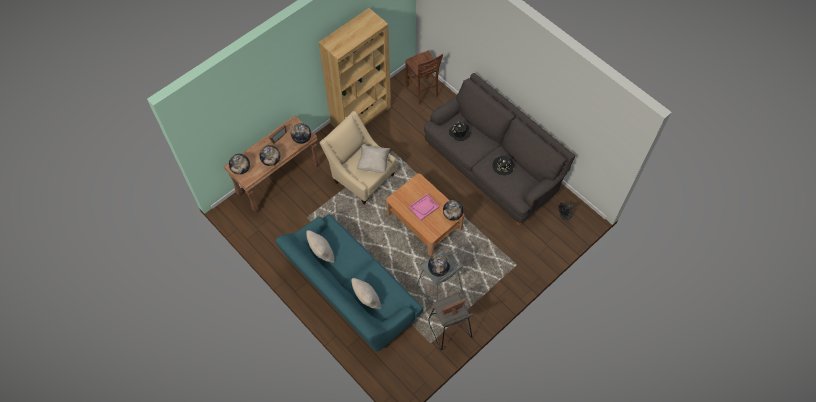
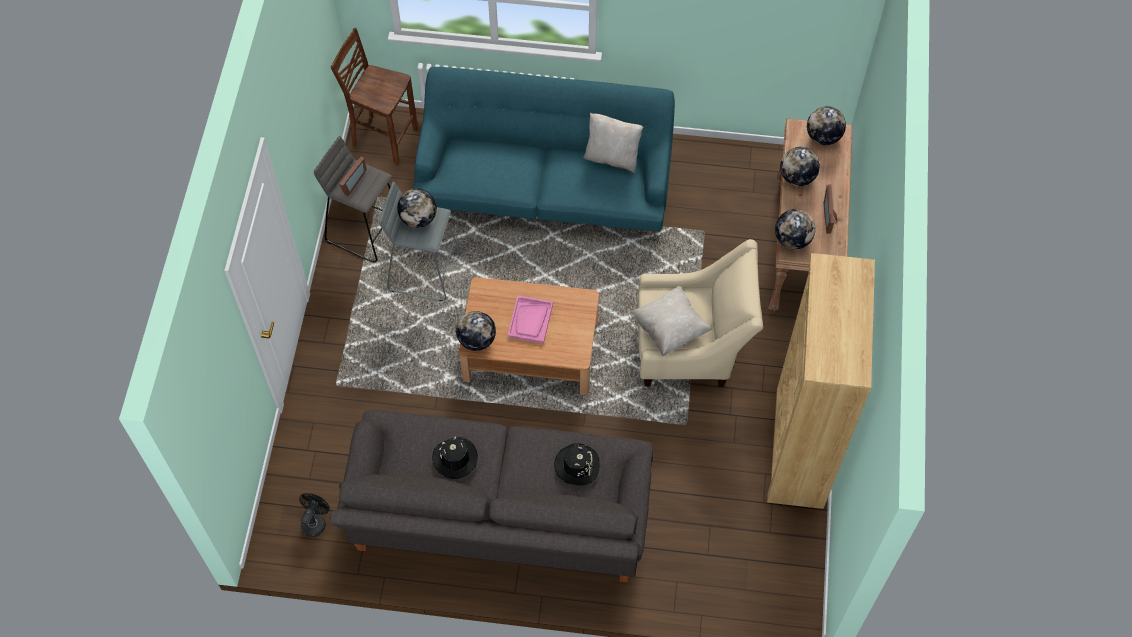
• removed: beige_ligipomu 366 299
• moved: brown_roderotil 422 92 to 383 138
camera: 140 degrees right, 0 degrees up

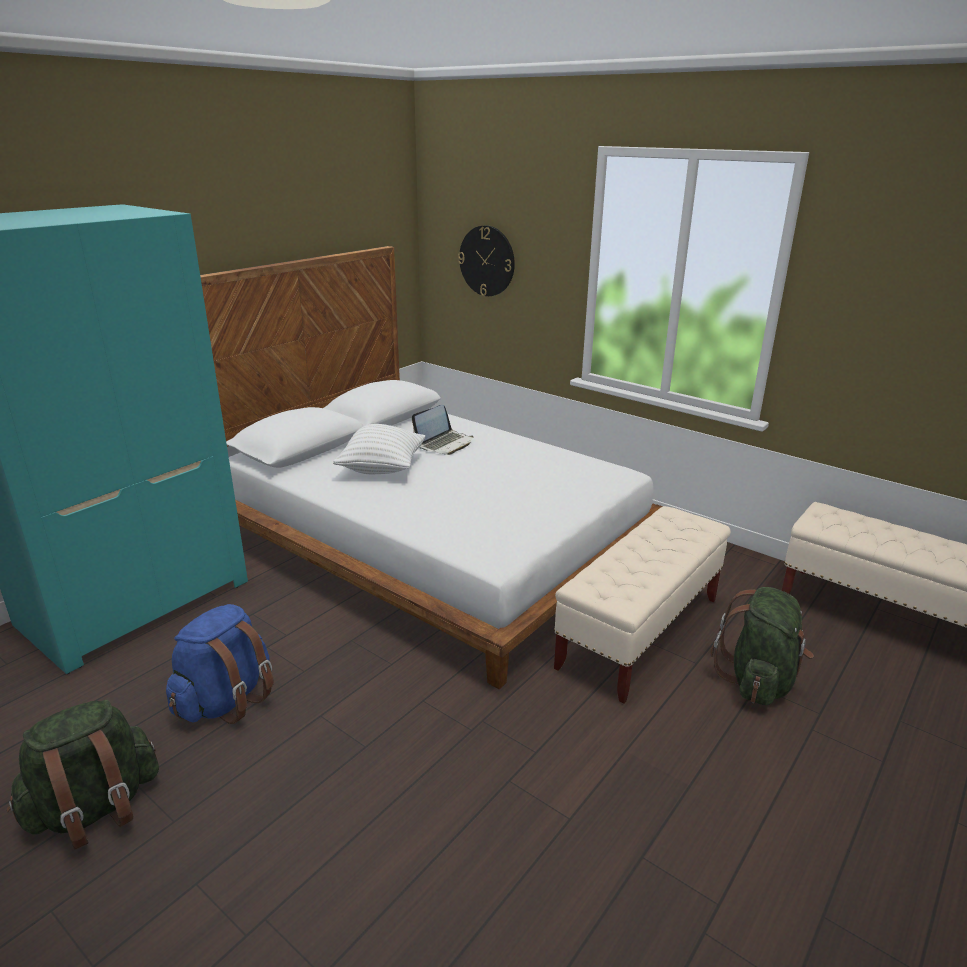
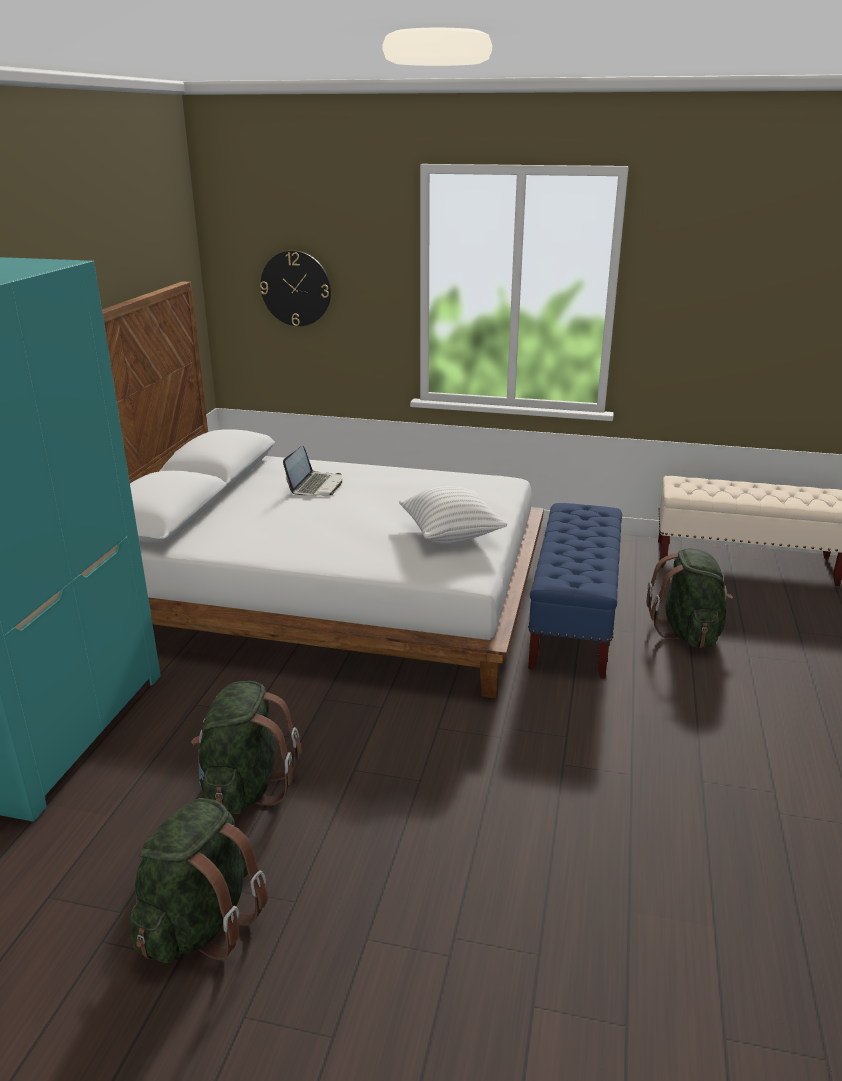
• recoloured: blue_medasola 226 700 to green_medasola 245 787
• moved: white_ligipomu 382 468 to 451 535
• recoloured: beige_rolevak 640 632 to blue_rolevak 573 621
camera: 25 degrees left, 0 degrees up

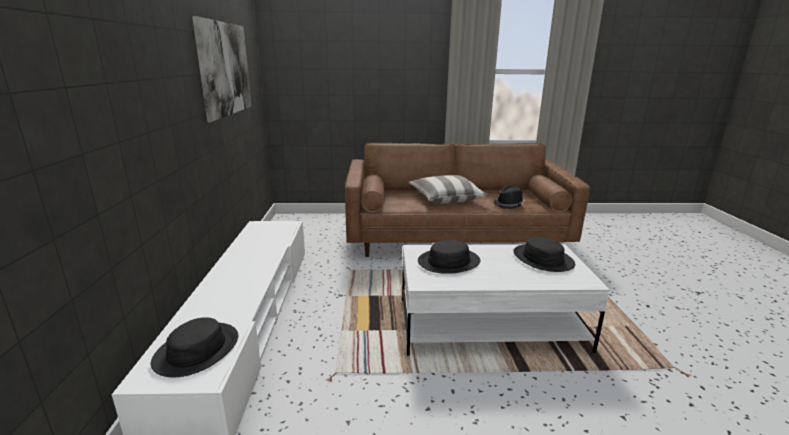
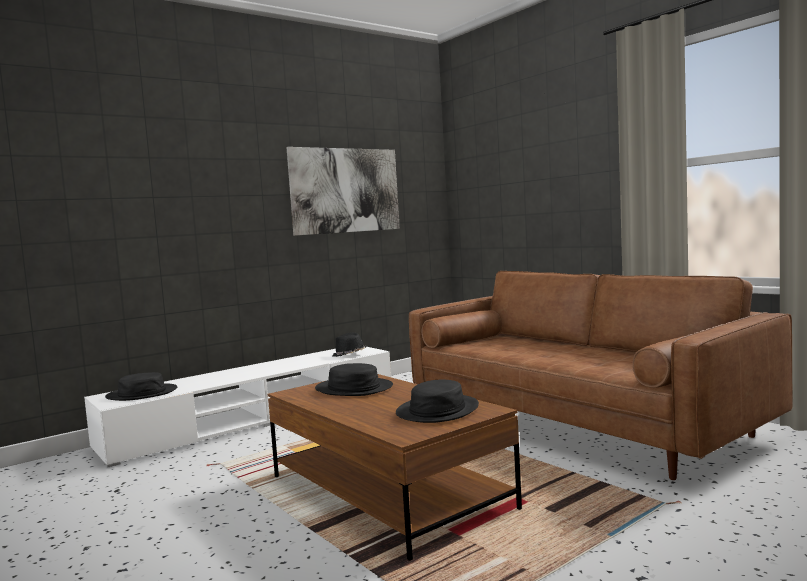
• recoloured: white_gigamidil 489 324 to brown_gigamidil 388 492
• removed: ligipomu 446 199
• moved: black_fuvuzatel 509 204 to 349 355
camera: 55 degrees right, 15 degrees down

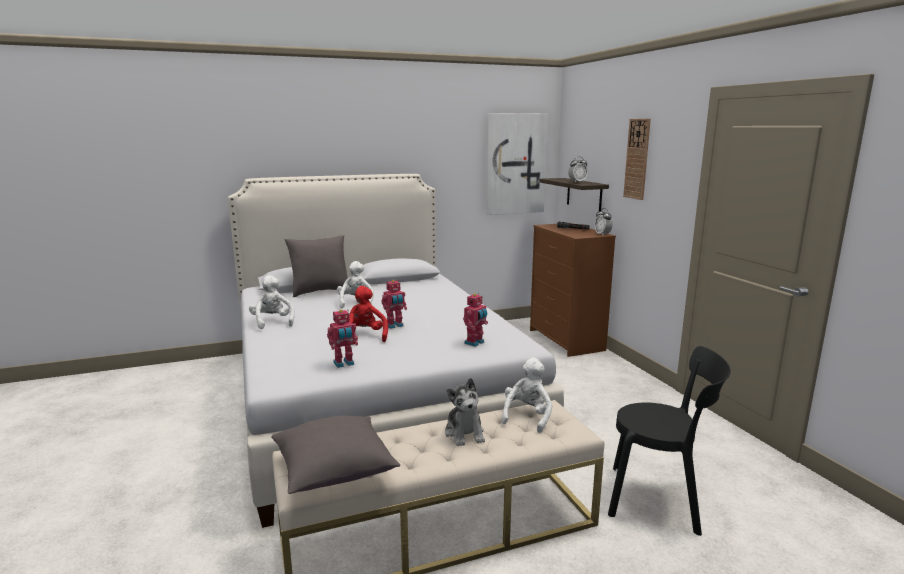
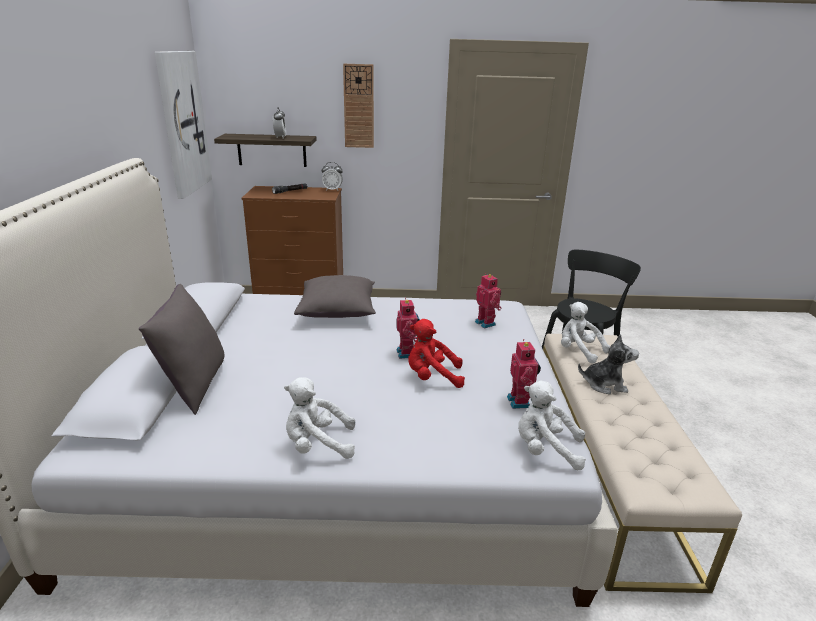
• moved: grey_ligipomu 334 471 to 338 312
• moved: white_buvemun 356 303 to 545 449
camera: 70 degrees left, 10 degrees up

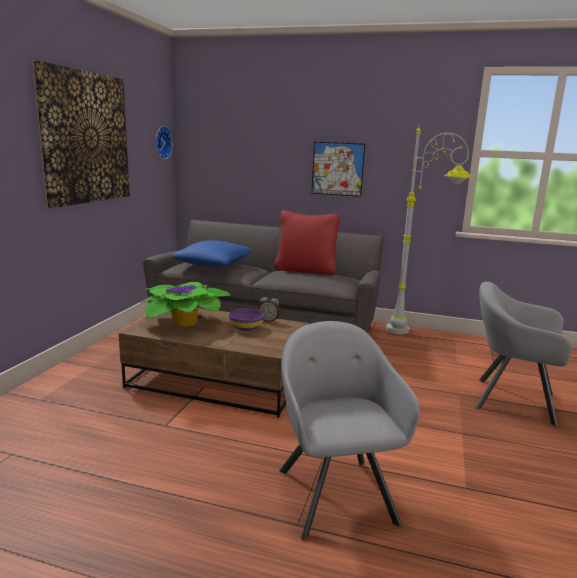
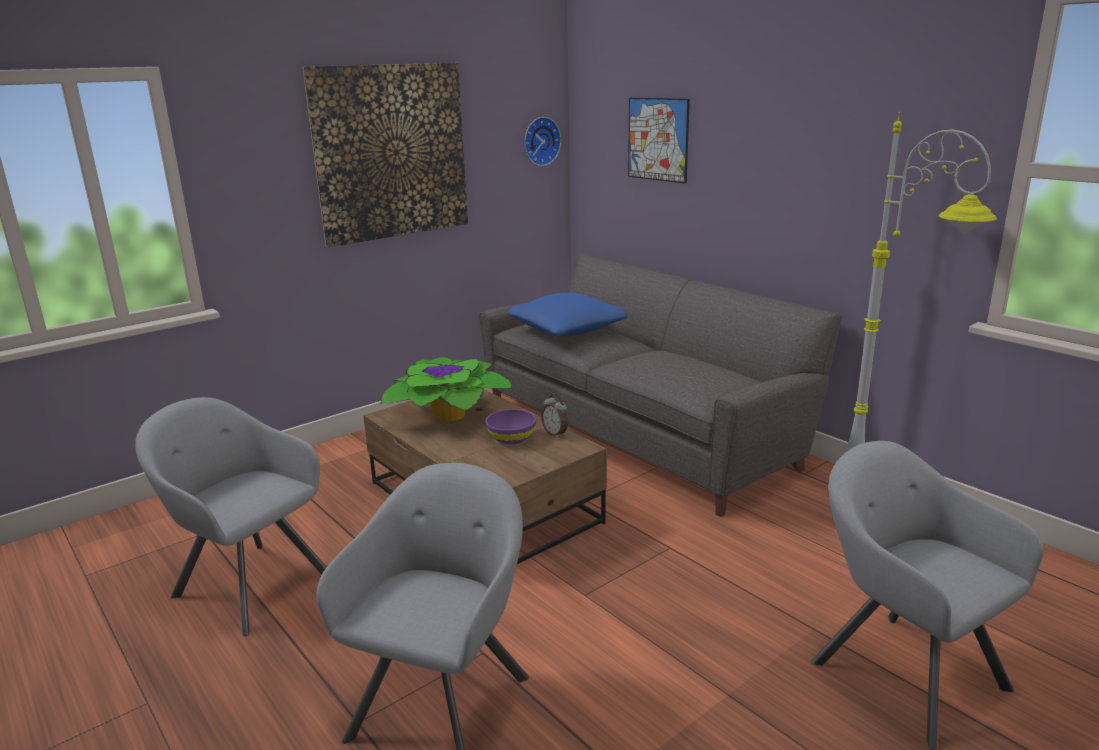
• removed: red_ligipomu 306 270
• moved: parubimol 337 169 to 658 139
• added: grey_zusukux 248 583
camera: 35 degrees right, 5 degrees up

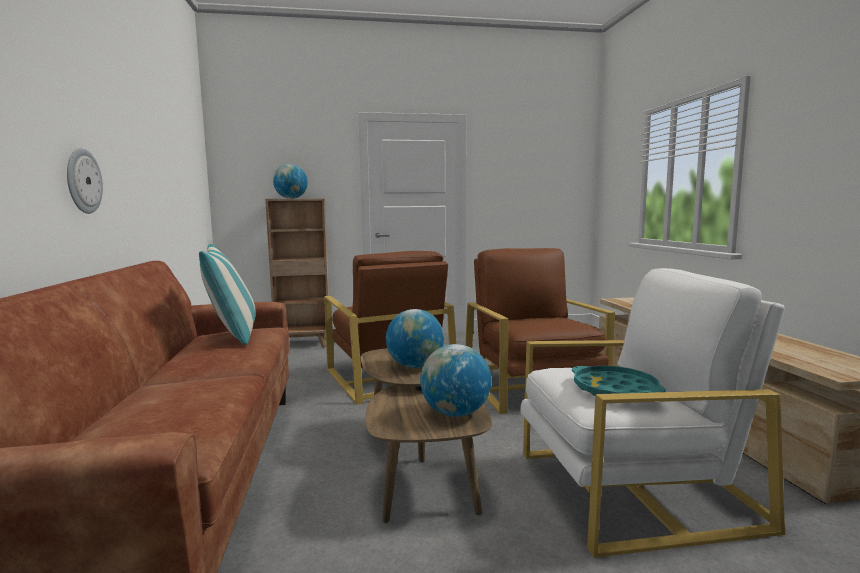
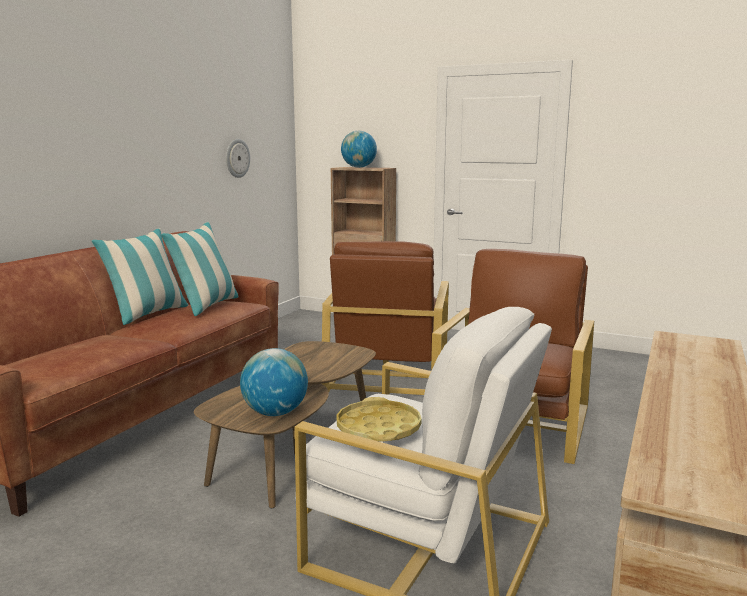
• moved: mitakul 83 181 to 237 158
• removed: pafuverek 415 366
• recoloured: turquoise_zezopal 615 390 to yellow_zezopal 378 428
• added: ligipomu 147 314
camera: 35 degrees right, 5 degrees up

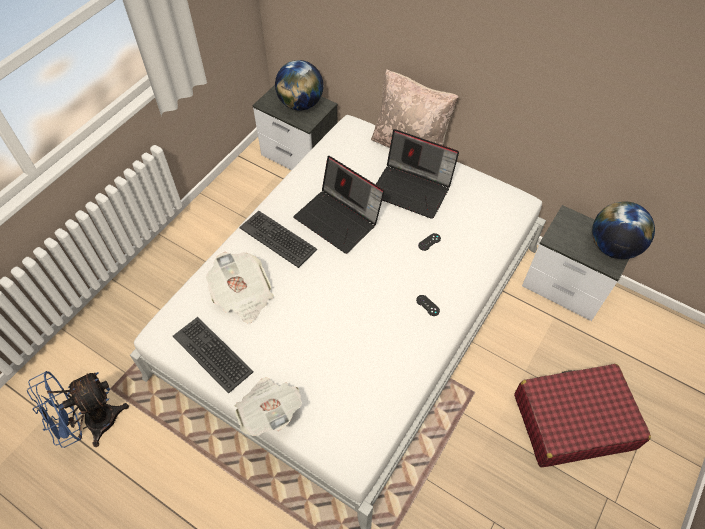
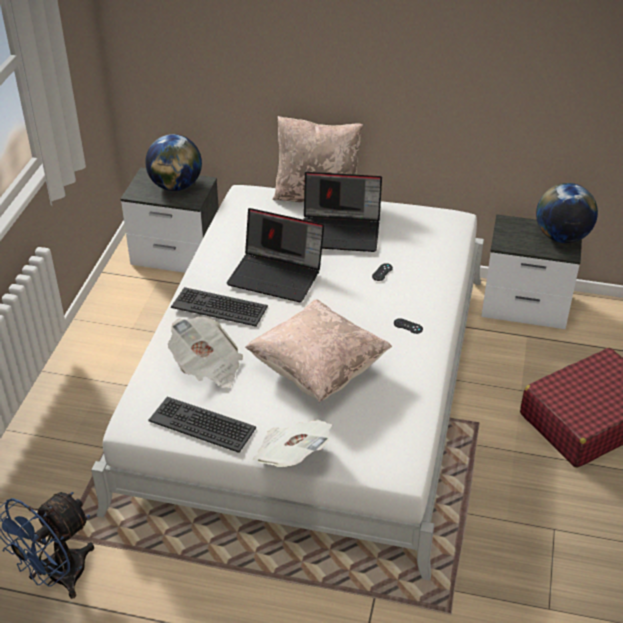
• added: beige_ligipomu 318 369
camera: 20 degrees left, 15 degrees down

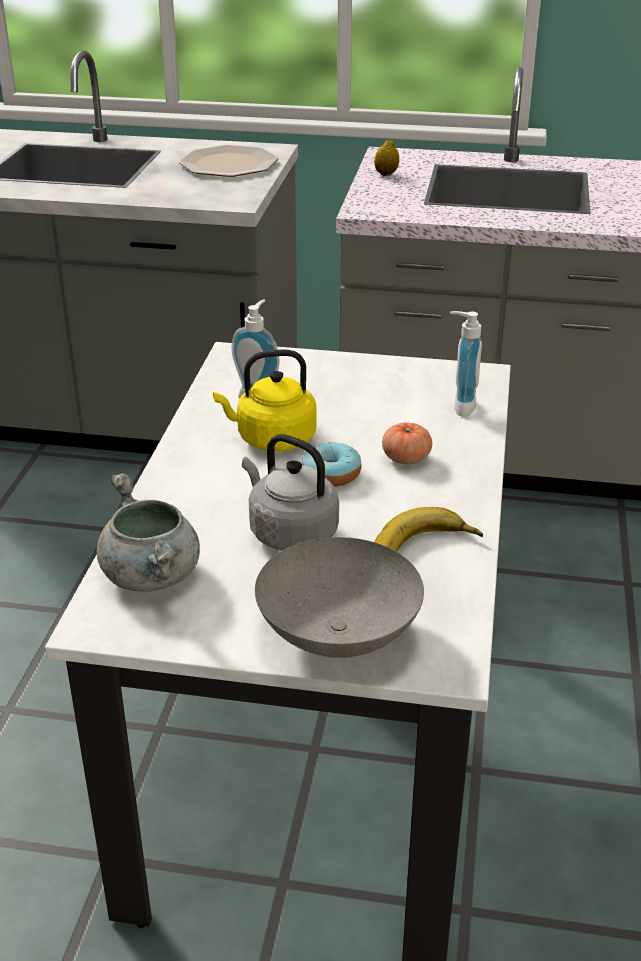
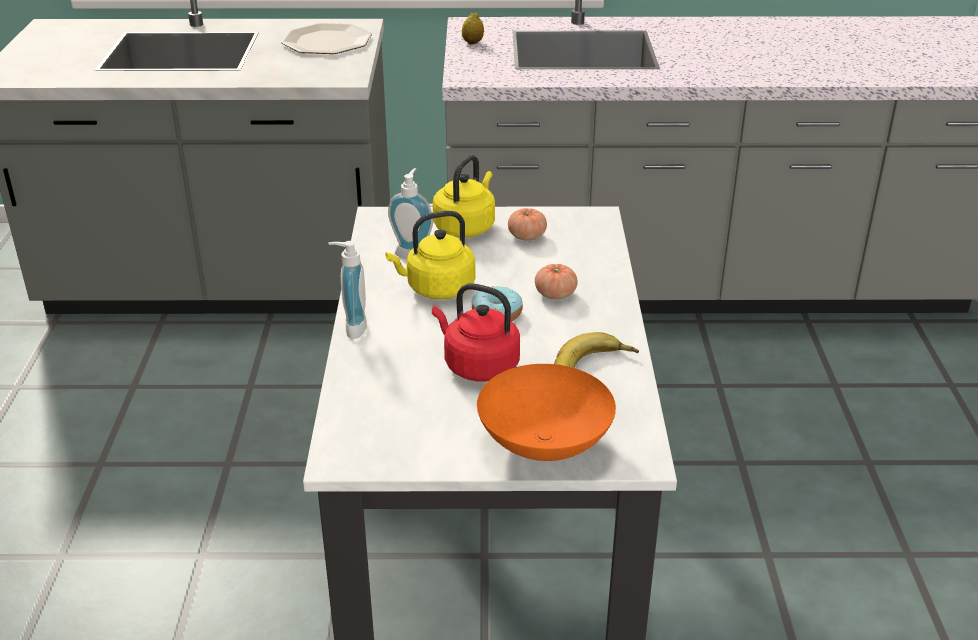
• removed: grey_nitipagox 153 576
• recoloured: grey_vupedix 289 532 to red_vupedix 477 366
• recoloured: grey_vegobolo 337 637 to orange_vegobolo 544 446
• moved: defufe 460 406 to 351 328
• added: yellow_vupedix 466 227
• added: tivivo 527 236
camera: 10 degrees left, 0 degrees up

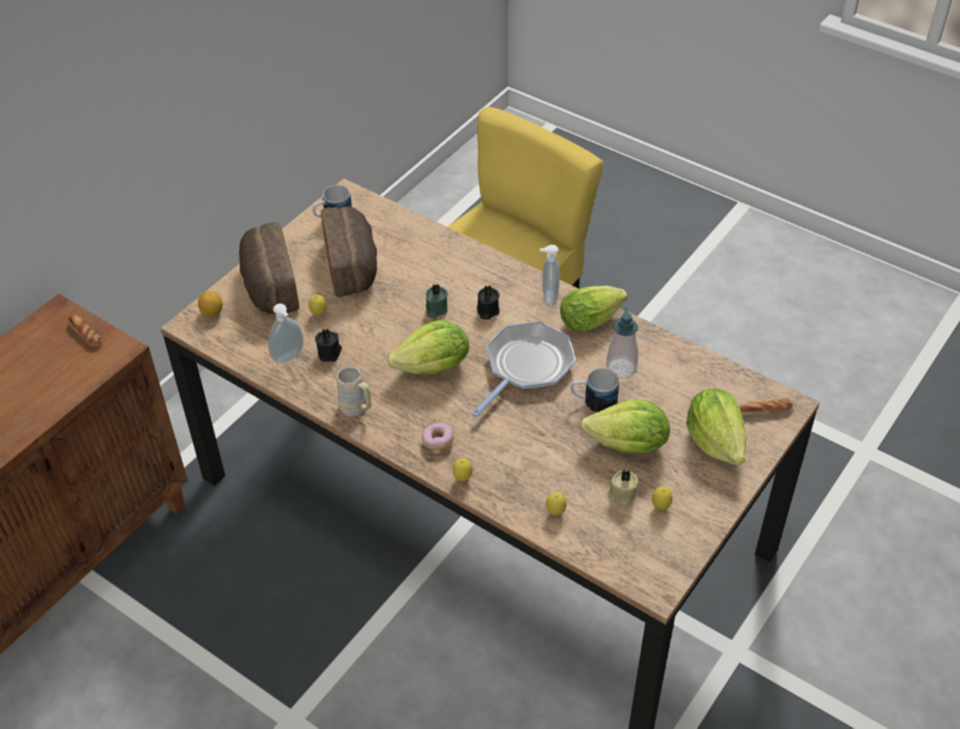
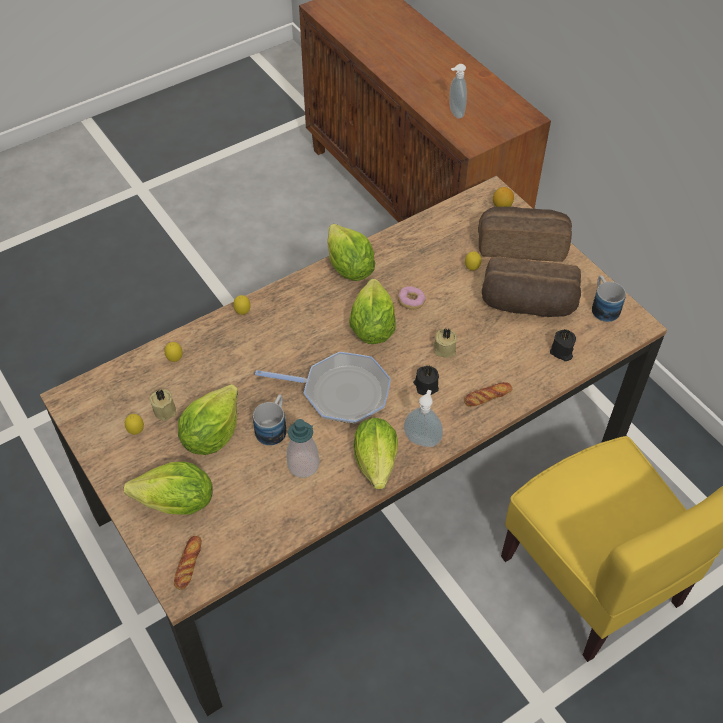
• moved: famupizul 85 333 to 487 396
• moved: defufe 289 358 to 455 113
• moved: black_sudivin 330 353 to 561 352
• replaced: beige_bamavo 357 409 to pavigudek 349 268
• moved: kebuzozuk 438 441 to 411 302
• recoloured: green_sudivin 435 309 to beige_sudivin 444 349
• turned: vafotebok 526 366 = 340 392 45 degrees counterclockwise
camera: 110 degrees right, 5 degrees up

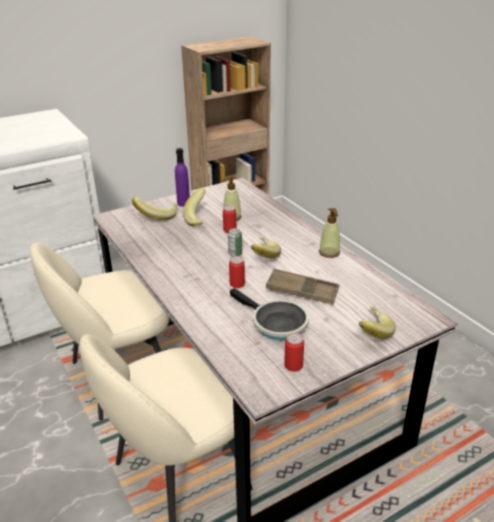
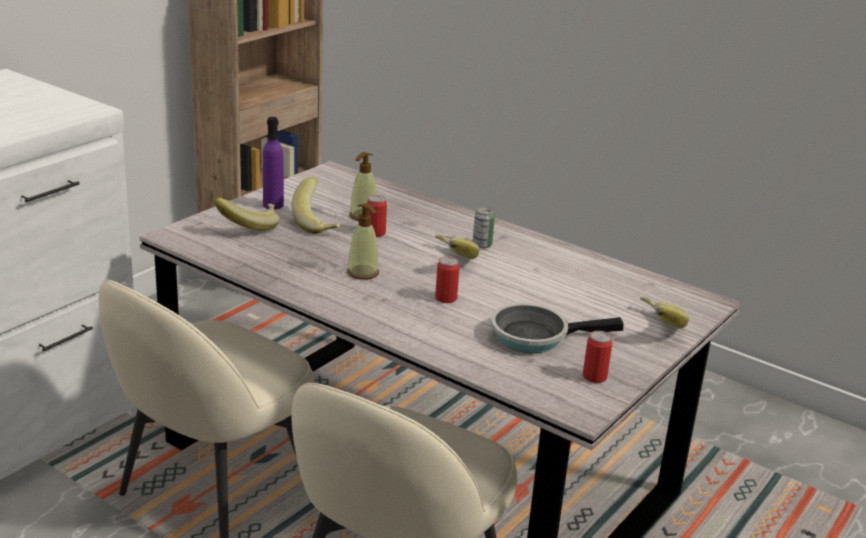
• moved: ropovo 235 254 to 482 245
• turned: vafotebok 275 324 = 535 336 150 degrees clockwise
• removed: brown_zezopal 302 291
• moved: defufe 329 253 to 363 273
camera: 25 degrees left, 5 degrees down

